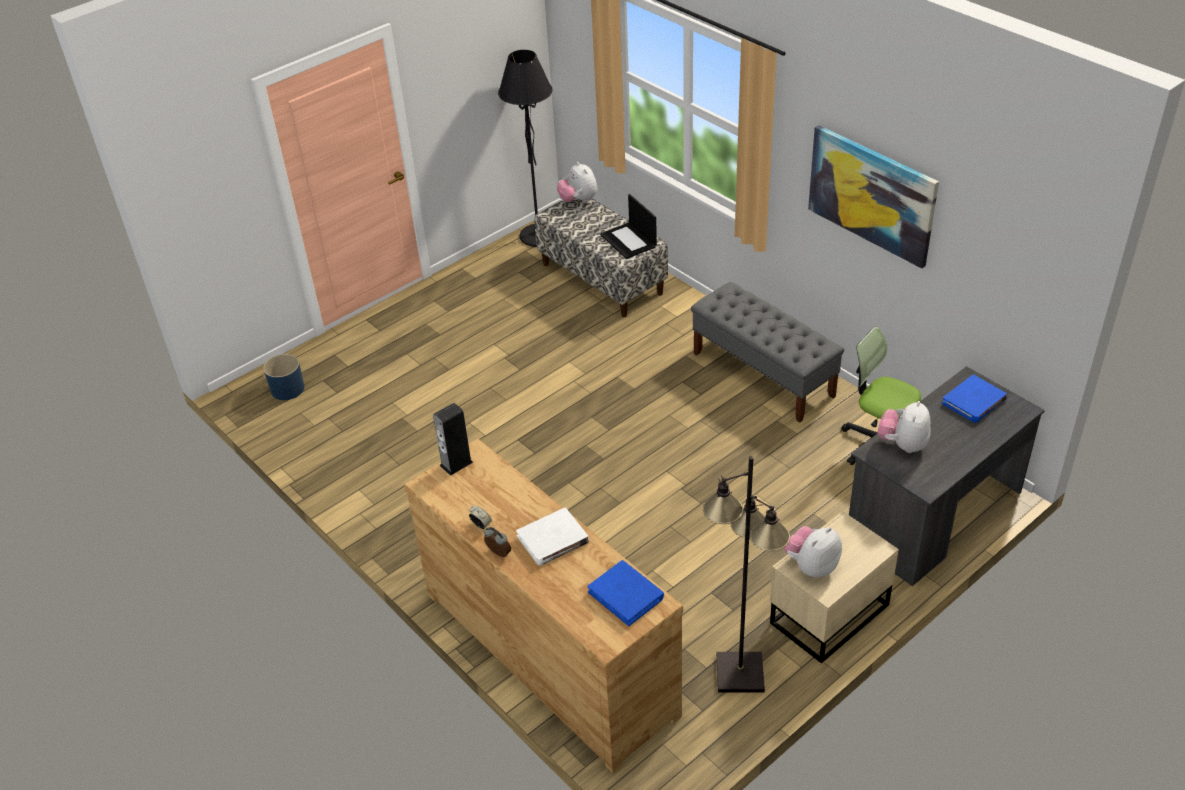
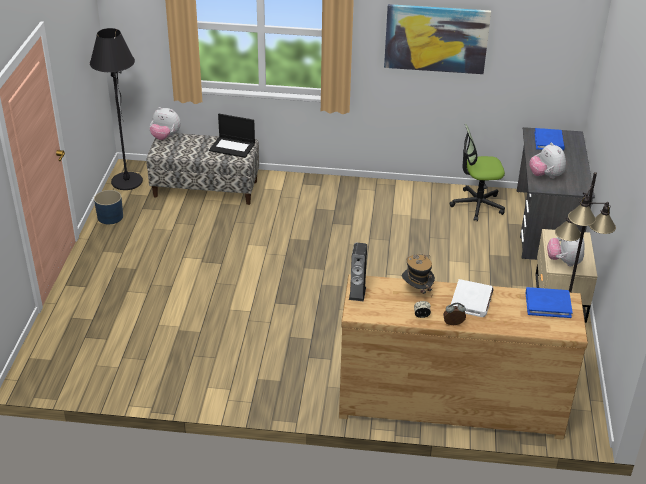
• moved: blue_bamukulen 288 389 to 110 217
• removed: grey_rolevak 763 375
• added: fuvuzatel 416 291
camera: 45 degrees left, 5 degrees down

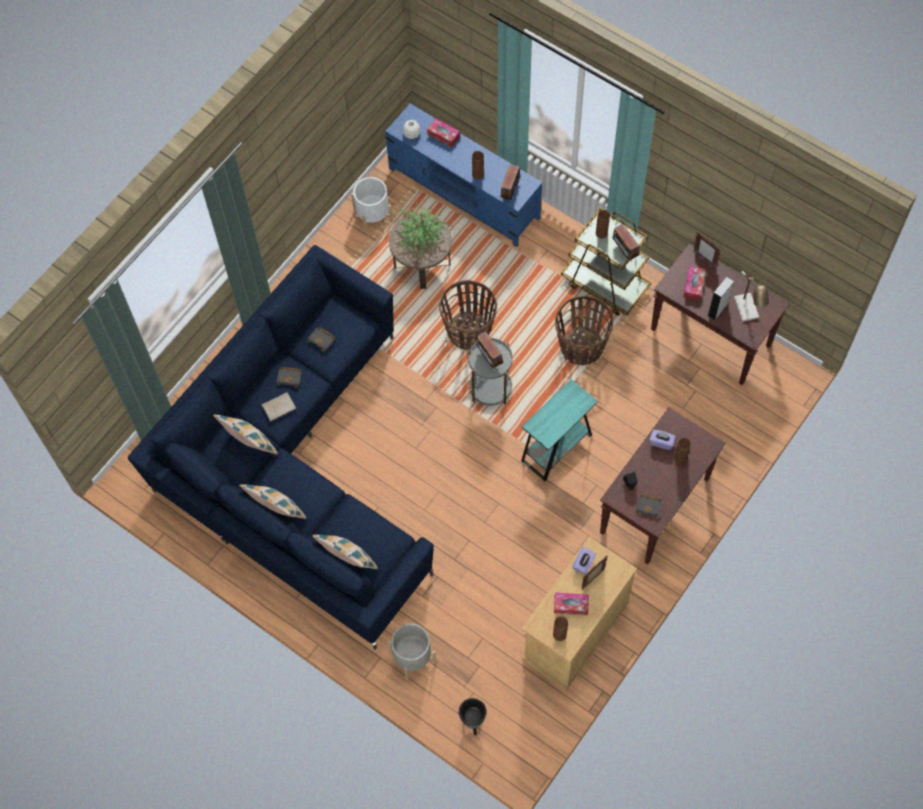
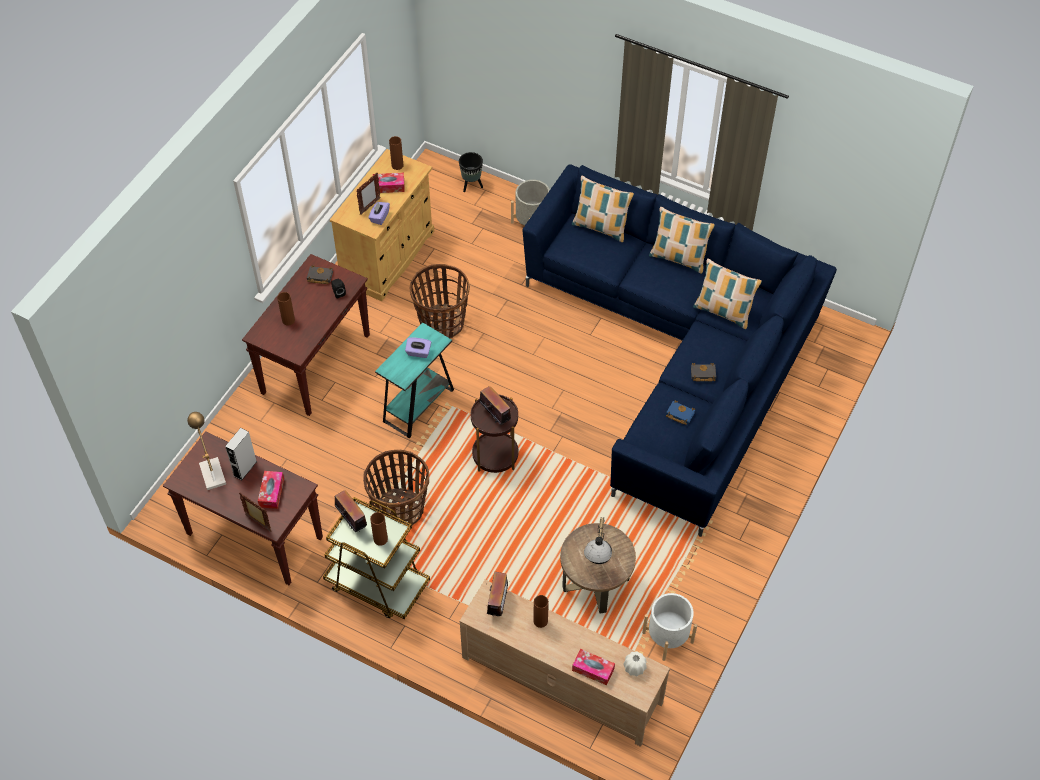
• removed: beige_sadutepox 279 407
• recoloured: black_sadutepox 322 340 to blue_sadutepox 679 414
• recoloured: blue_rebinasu 464 194 to beige_rebinasu 561 680
• replaced: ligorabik 421 236 to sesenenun 597 559
• moved: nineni 468 332 to 441 323
• recoloured: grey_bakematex 490 388 to brown_bakematex 495 455
• moved: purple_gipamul 661 442 to 418 352
camera: 170 degrees right, 10 degrees down

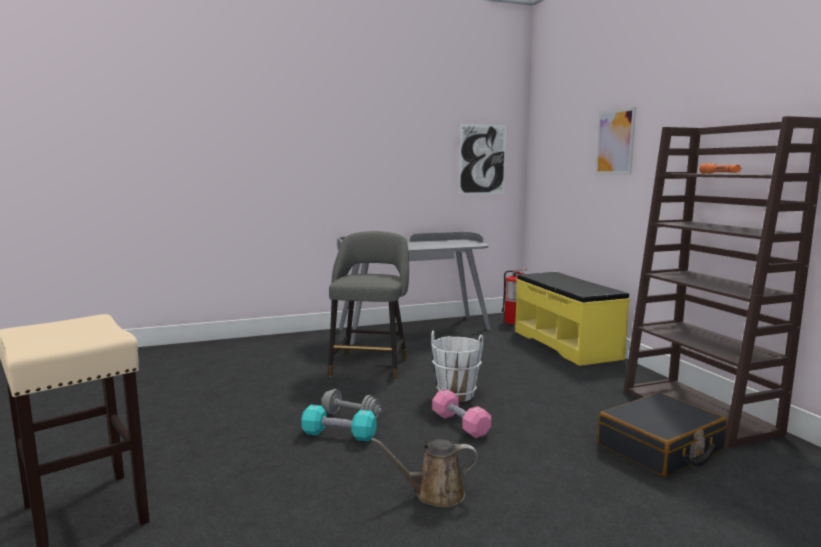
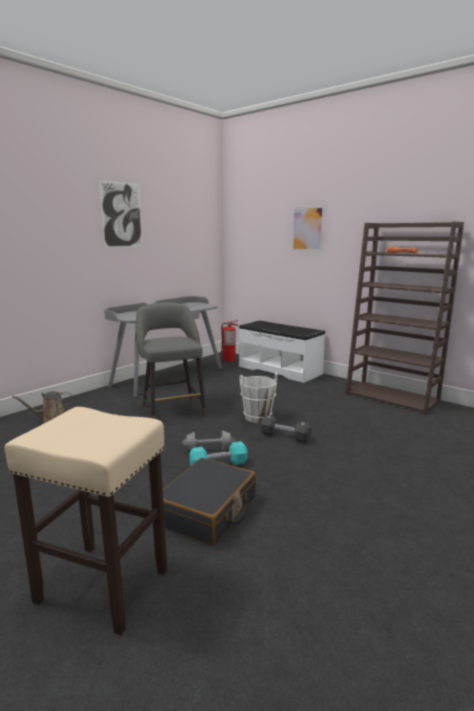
• moved: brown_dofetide 434 494 to 51 419
• recoloured: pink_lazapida 460 424 to black_lazapida 285 436
• moved: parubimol 482 159 to 121 215
• recoloured: yellow_rolevak 566 344 to white_rolevak 280 370
• moved: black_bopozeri 660 448 to 208 511
camera: 30 degrees left, 5 degrees up

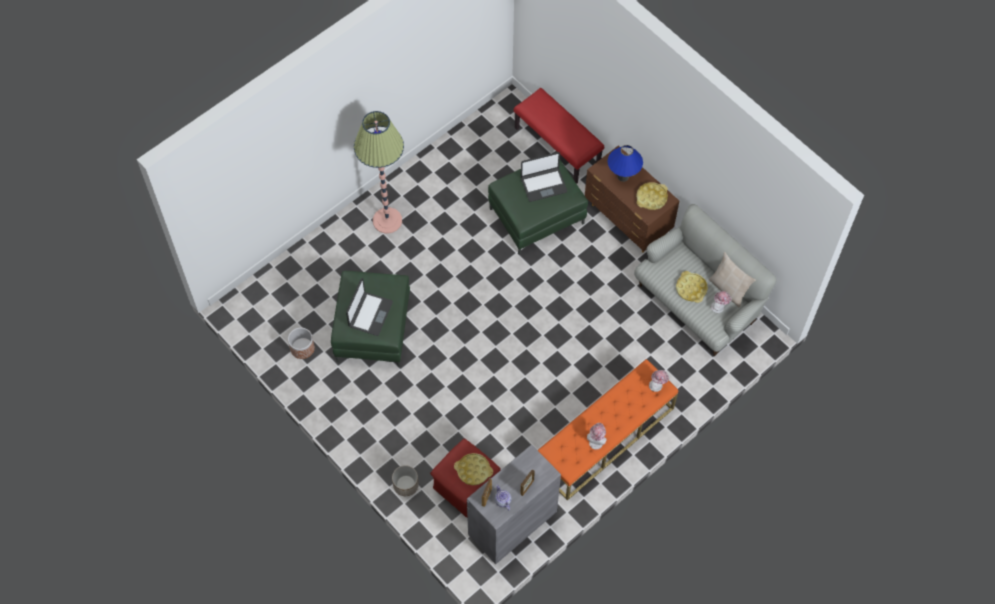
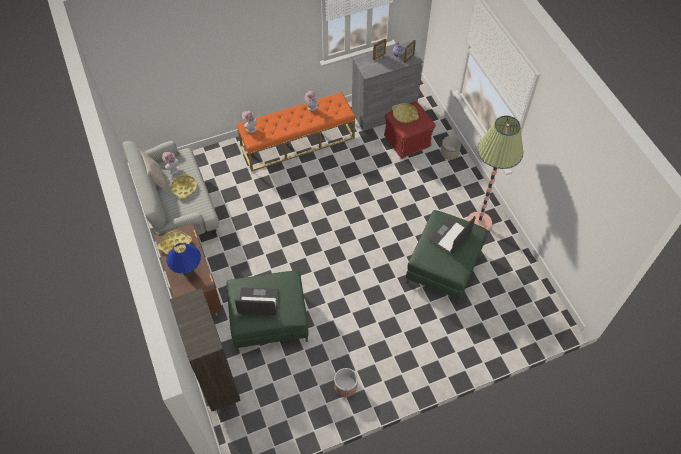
• moved: bamukulen 302 348 to 345 386
• moved: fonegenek 387 220 to 479 222
• replaced: red_rolevak 558 146 to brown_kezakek 218 383
camera: 160 degrees left, 5 degrees down

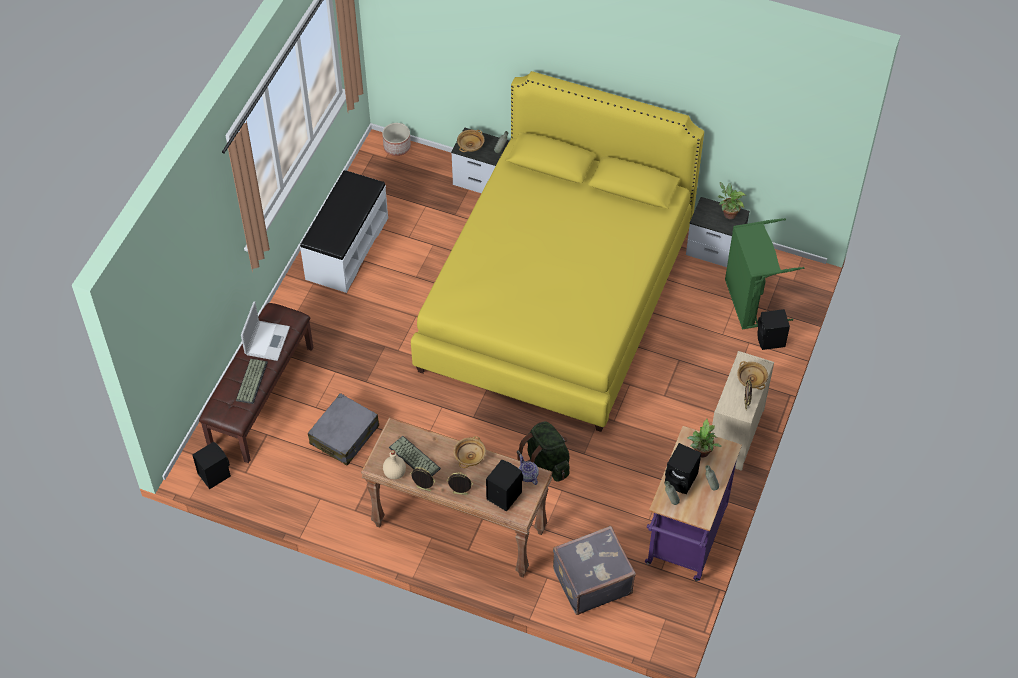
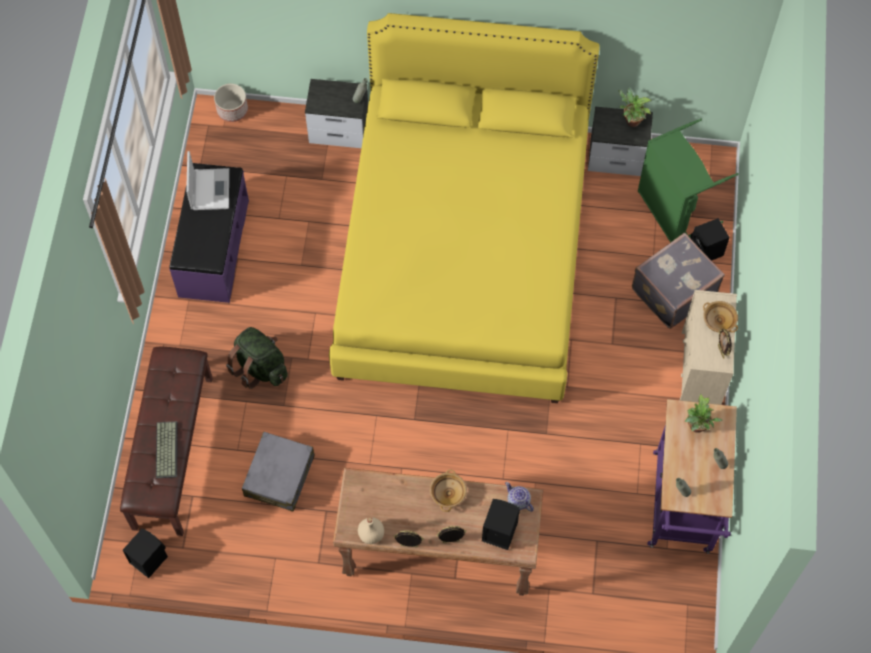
• moved: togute 267 340 to 210 188
• recoloured: white_rolevak 346 248 to purple_rolevak 213 248
• removed: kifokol 413 458
• removed: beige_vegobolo 470 145
• moved: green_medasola 546 463 to 260 367
• moved: grey_bopozeri 591 580 to 672 291
• removed: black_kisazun 682 480
camera: 15 degrees left, 10 degrees up

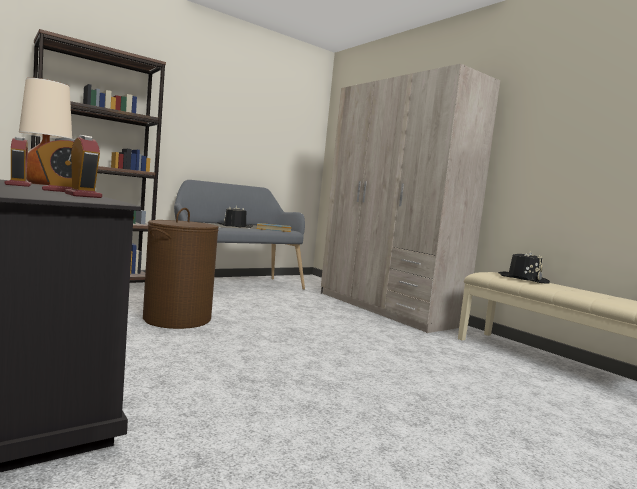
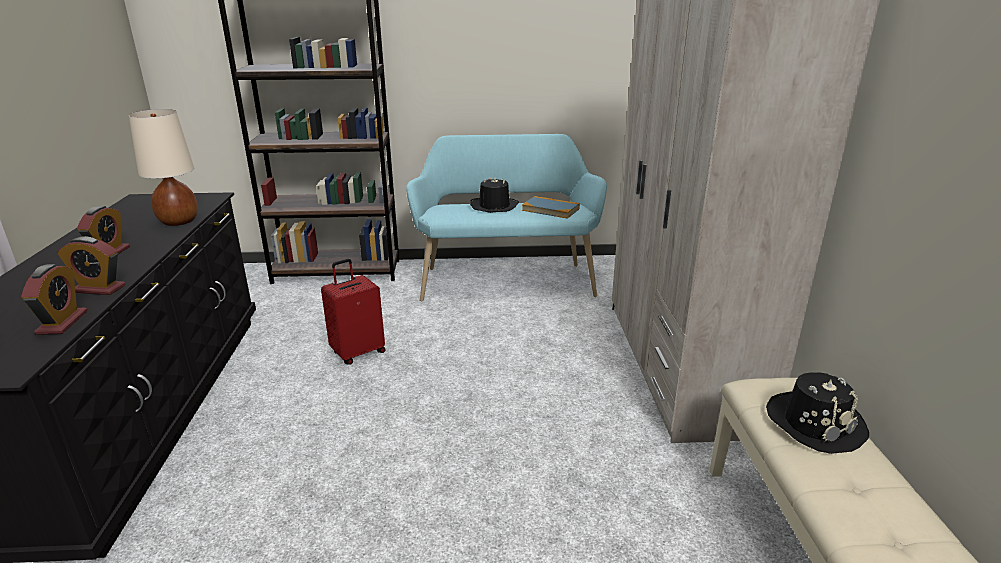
• replaced: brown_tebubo 177 319 to red_bopozeri 358 352
• recoloured: grey_rolevak 235 285 to turquoise_rolevak 506 279
camera: 35 degrees right, 20 degrees up

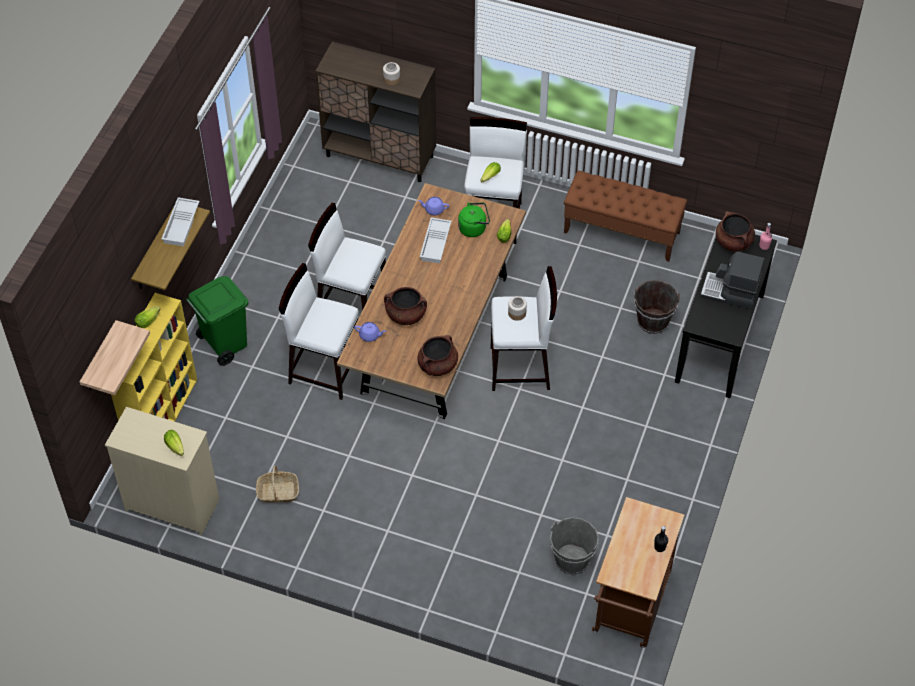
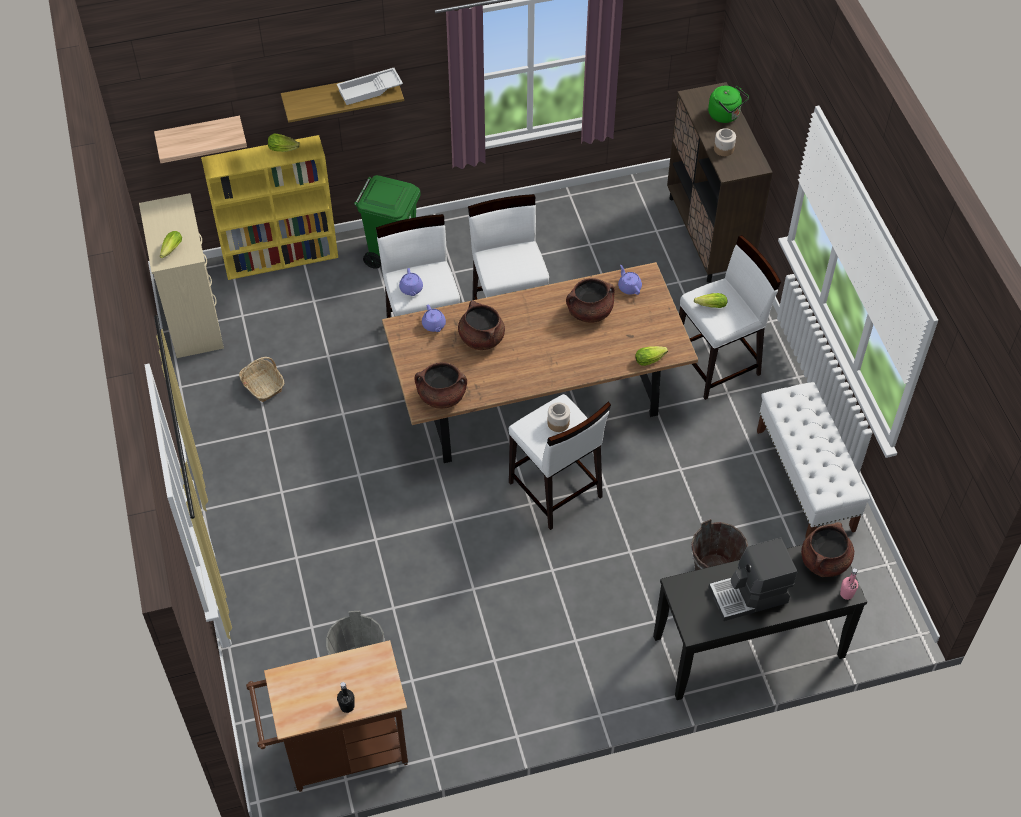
• replaced: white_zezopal 436 243 to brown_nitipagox 589 312
• moved: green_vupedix 474 228 to 725 115
• recoloured: brown_rolevak 622 232 to white_rolevak 805 480
• turned: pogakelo 729 293 = 749 595 90 degrees counterclockwise
• added: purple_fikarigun 411 289
camera: 55 degrees right, 0 degrees up

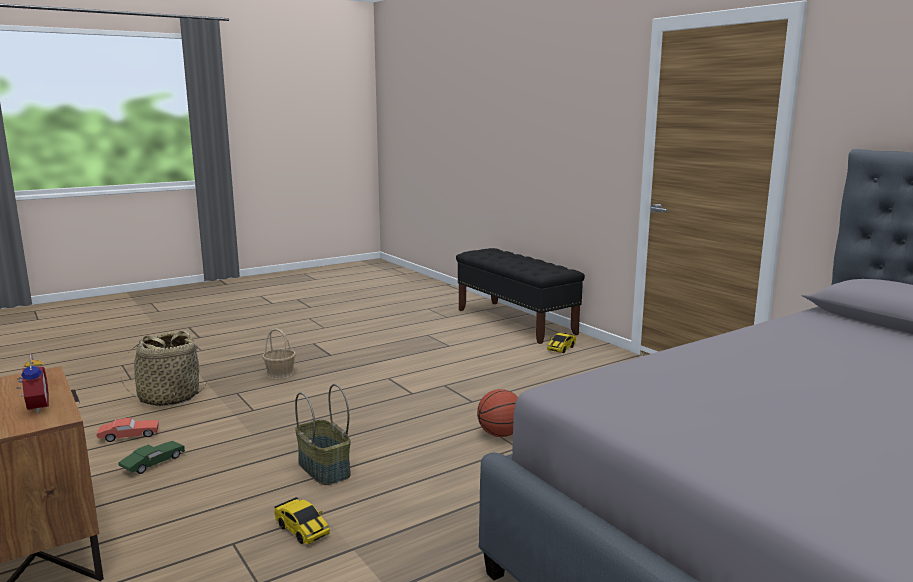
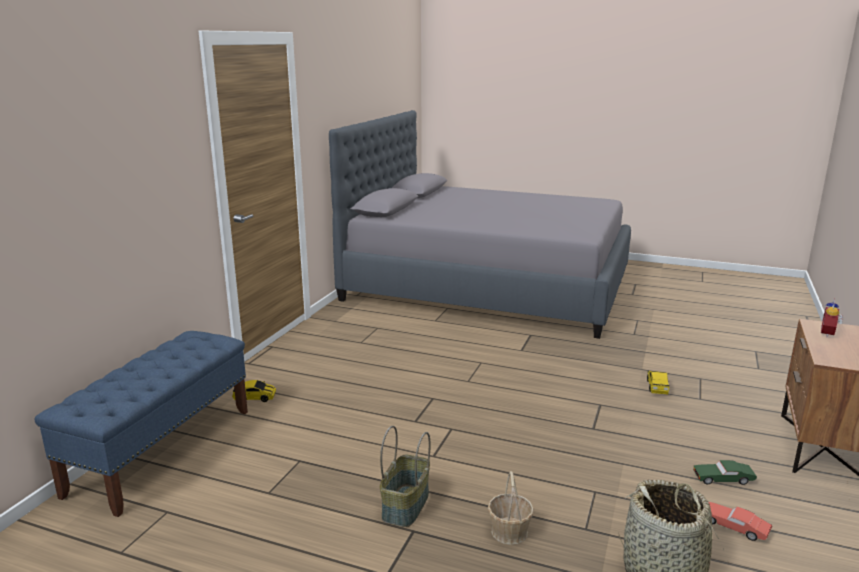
• moved: nineni 323 469 to 406 506
• recoloured: black_rolevak 515 321 to blue_rolevak 163 450
• removed: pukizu 500 434
camera: 125 degrees left, 5 degrees up

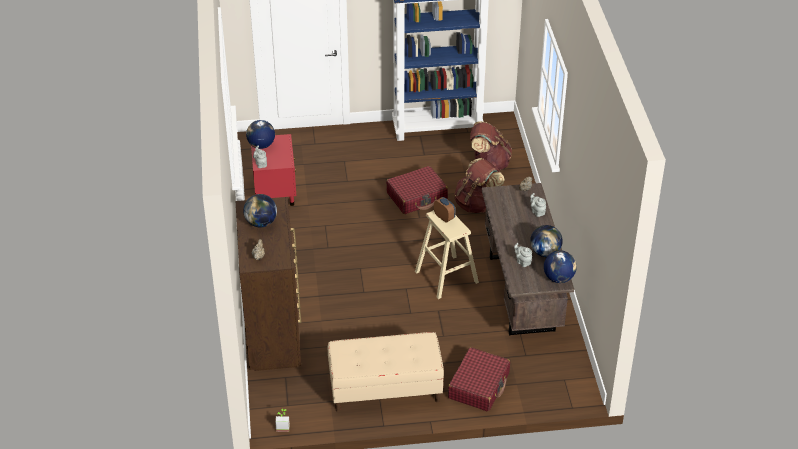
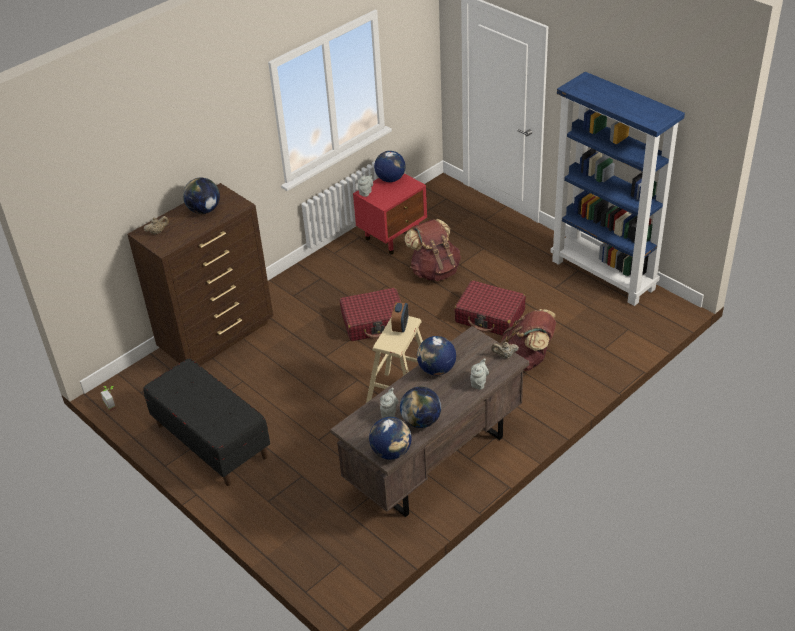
• recoloured: beige_rolevak 385 390 to black_rolevak 211 441
• moved: red_bopozeri 479 386 to 374 322
• moved: brown_medasola 489 164 to 434 271
• added: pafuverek 436 369
camera: 55 degrees right, 0 degrees up

